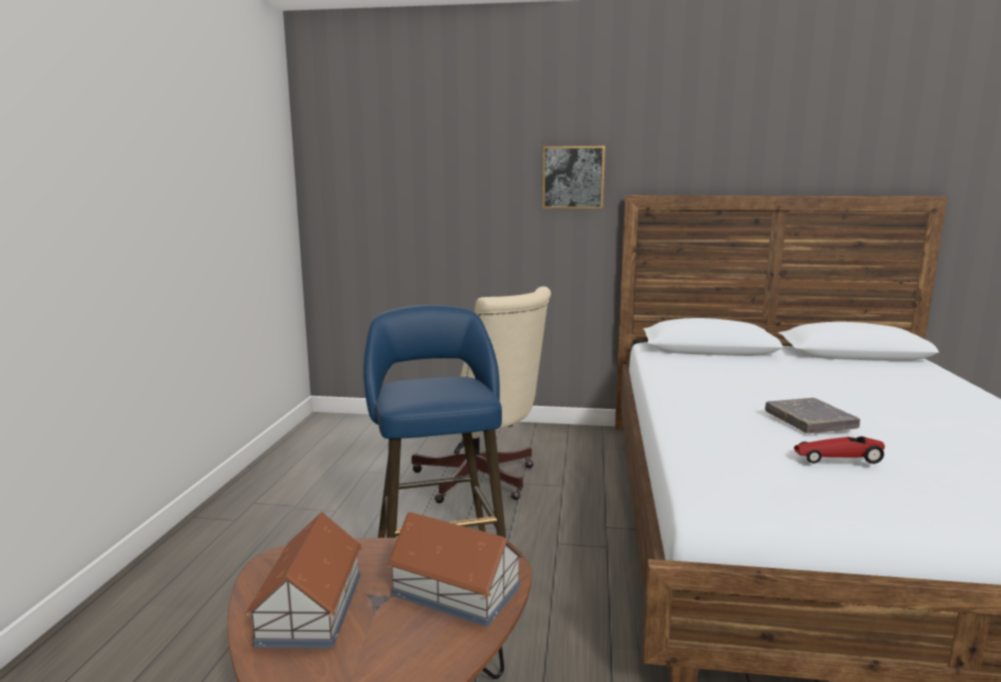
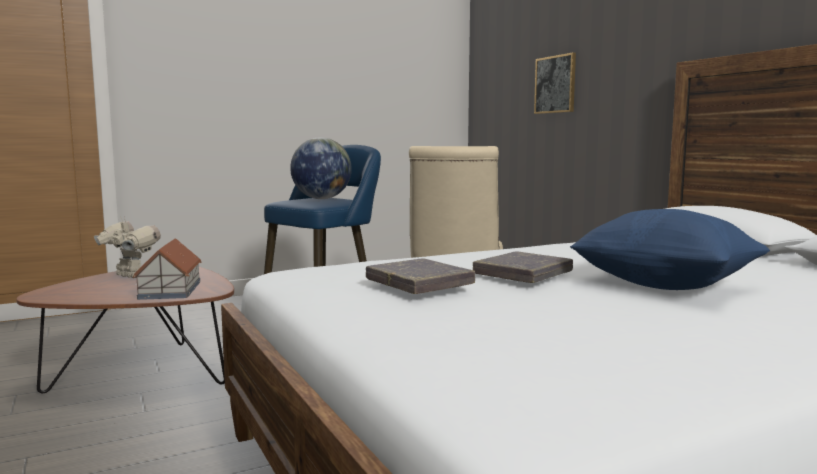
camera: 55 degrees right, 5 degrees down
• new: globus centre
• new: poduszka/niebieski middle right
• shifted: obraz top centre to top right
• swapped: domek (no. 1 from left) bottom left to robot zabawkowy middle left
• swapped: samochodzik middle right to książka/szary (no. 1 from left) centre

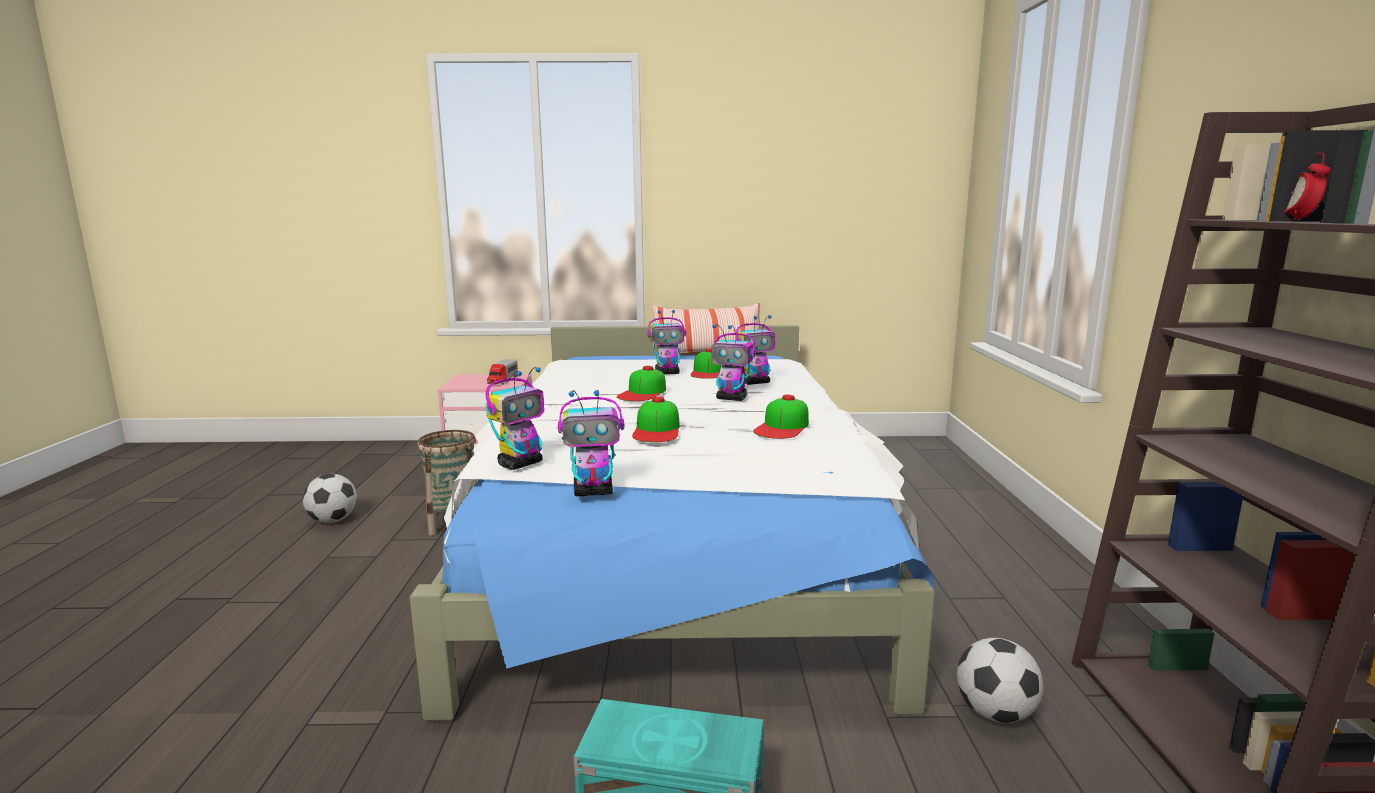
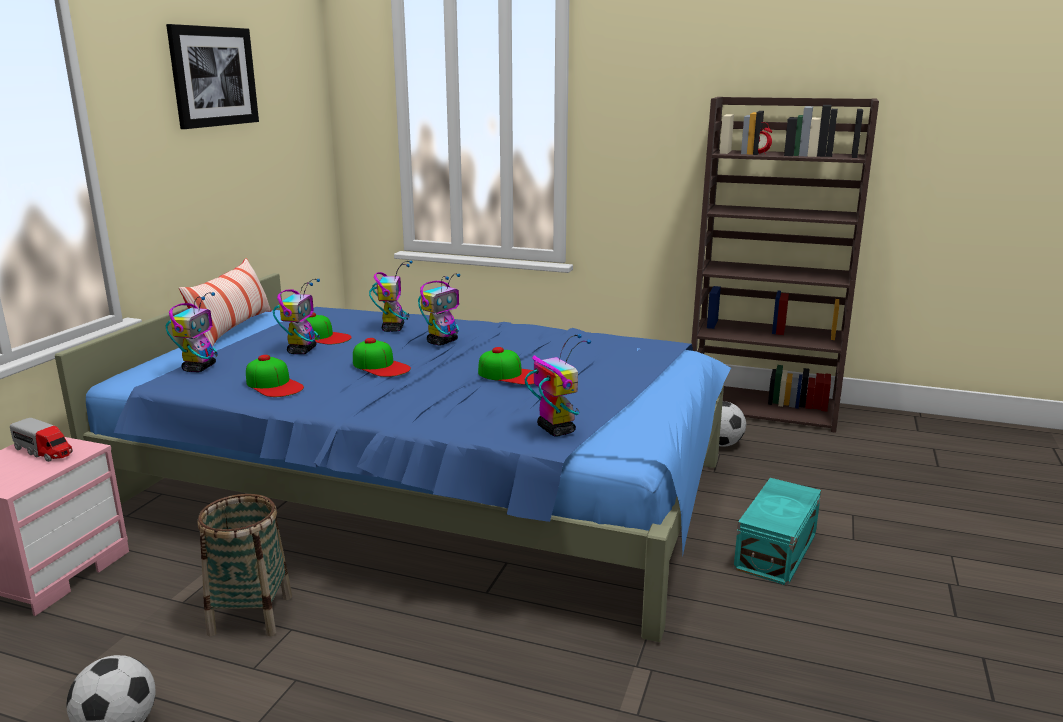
camera: 70 degrees left, 5 degrees up
• new: obraz top left
• shifted: robot zabawkowy (no. 2 from left in the first image) centre to robot zabawkowy (no. 1 from left) middle left
• shifted: czapka z daszkiem (no. 4 from left in the first image) centre to czapka z daszkiem (no. 1 from left) middle left
• repainted: łóżko/biały centre to łóżko/niebieski centre

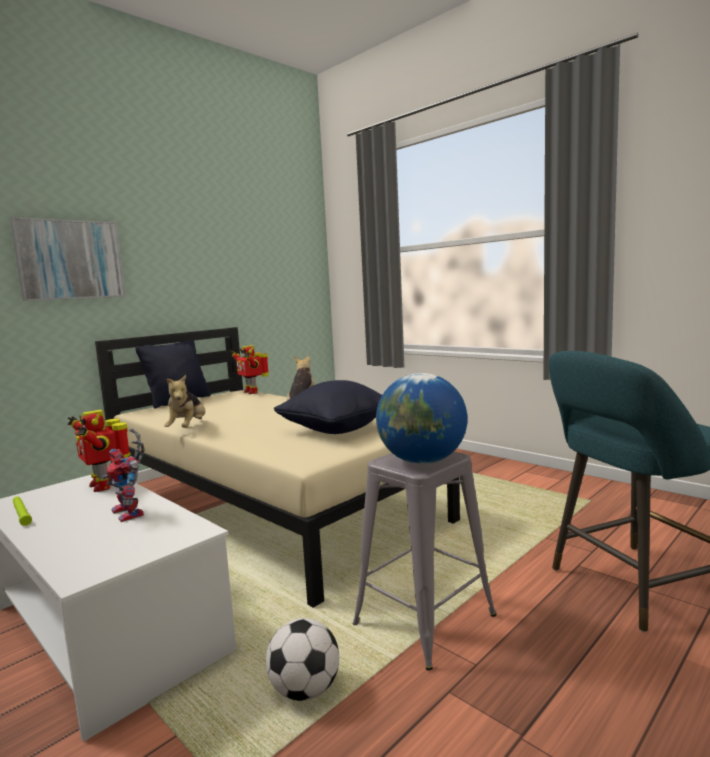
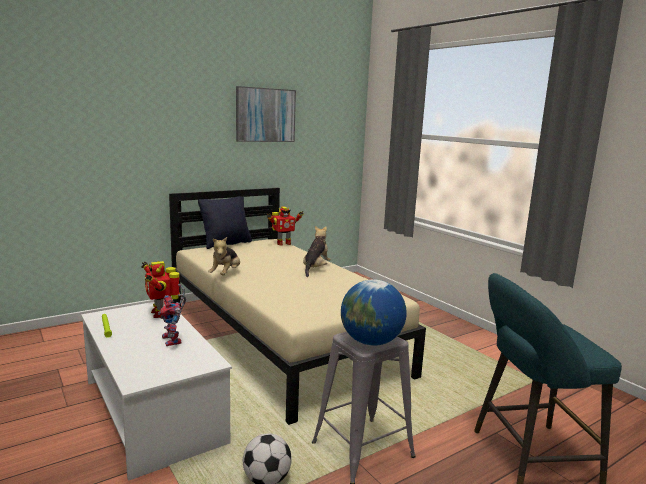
camera: 10 degrees right, 5 degrees up
• gone: poduszka/czarny (no. 2 from left) centre
• shifted: obraz middle left to top centre
• rotated: robot zabawkowy (no. 3 from left) centre = centre 90 degrees counterclockwise

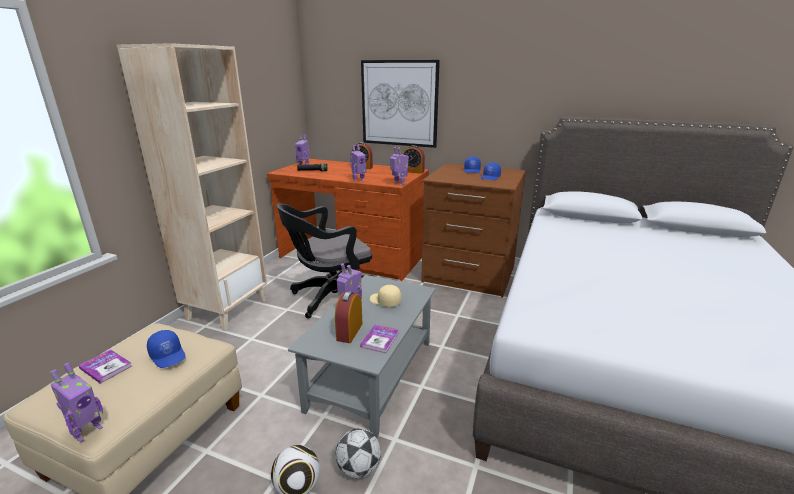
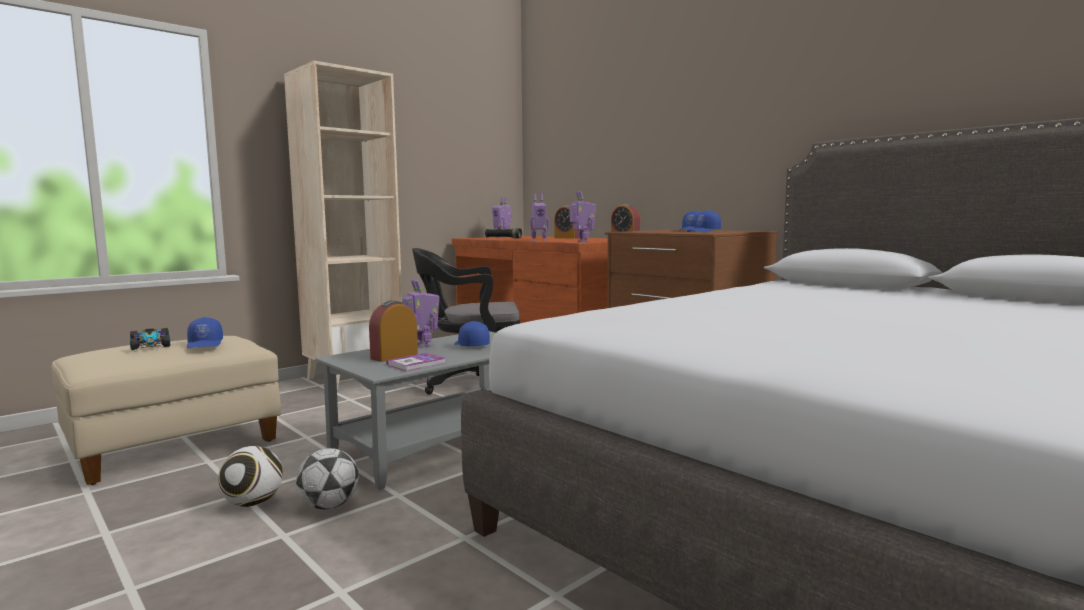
camera: 25 degrees right, 15 degrees down
• gone: robot zabawkowy (no. 1 from left) bottom left
• gone: obraz top centre
• swapped: książka (no. 1 from left) bottom left to samochodzik middle left
• repainted: czapka z daszkiem/beżowy centre to czapka z daszkiem/niebieski (no. 2 from left) centre

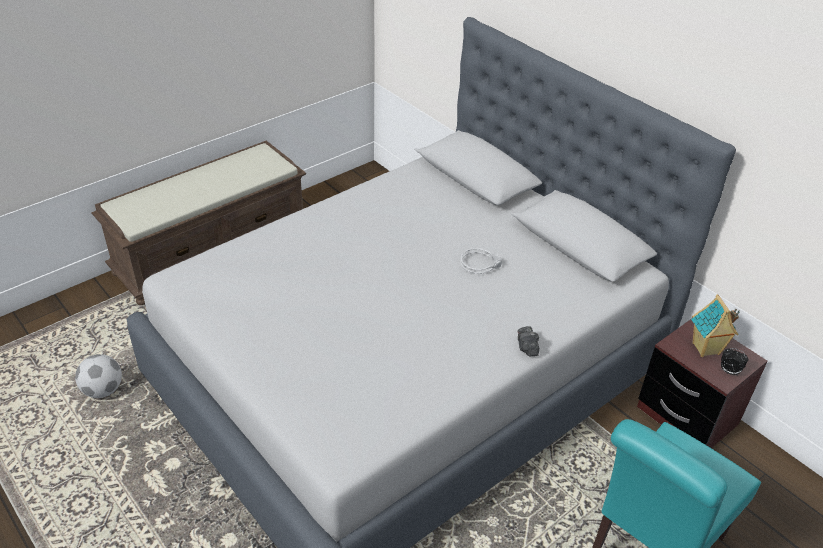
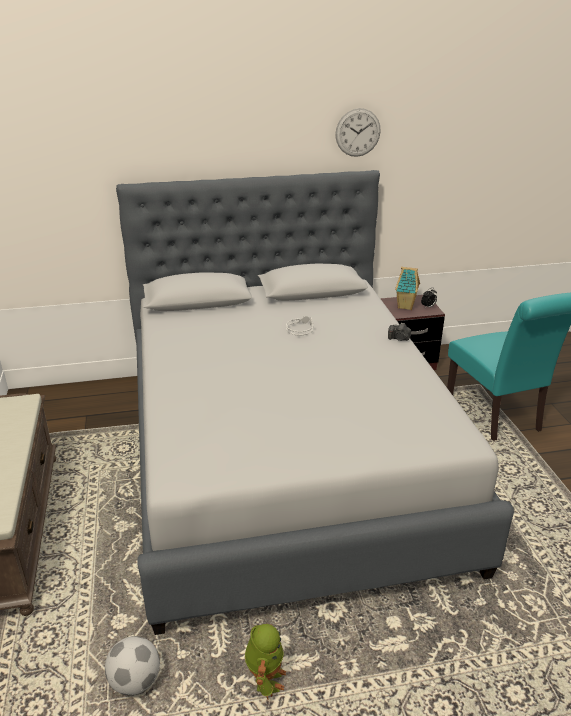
camera: 60 degrees left, 10 degrees down
• new: robot zabawkowy bottom centre
• new: zegar ścienny top centre

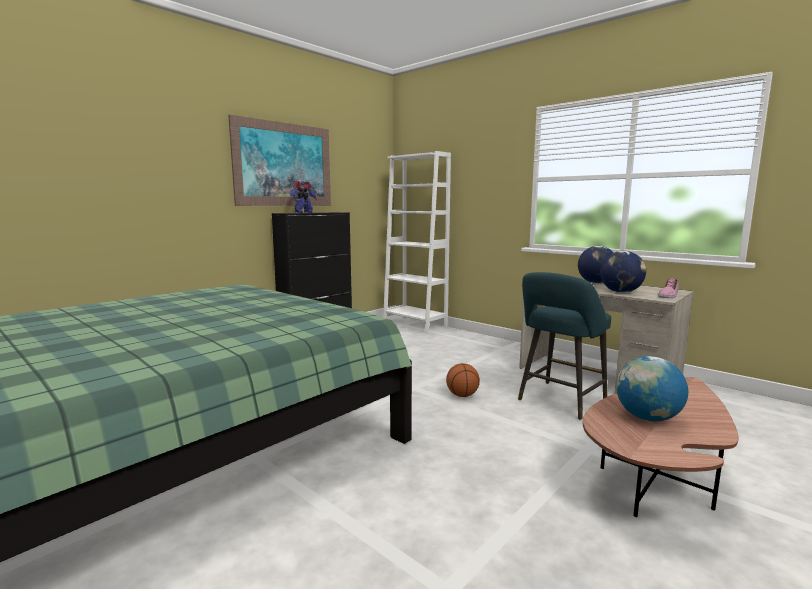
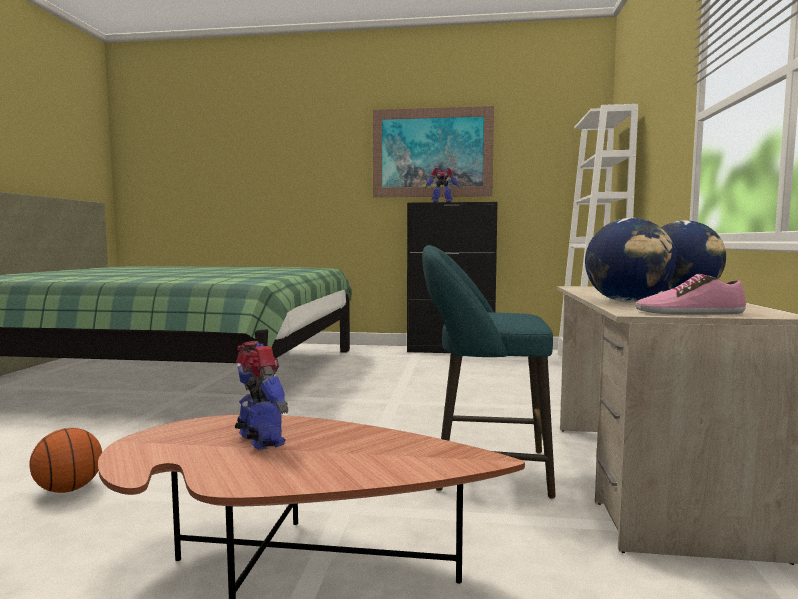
camera: 55 degrees right, 5 degrees down
• shifted: piłka do koszykówki centre to bottom left
• swapped: globus (no. 3 from left) middle right to robot zabawkowy (no. 1 from left) middle left

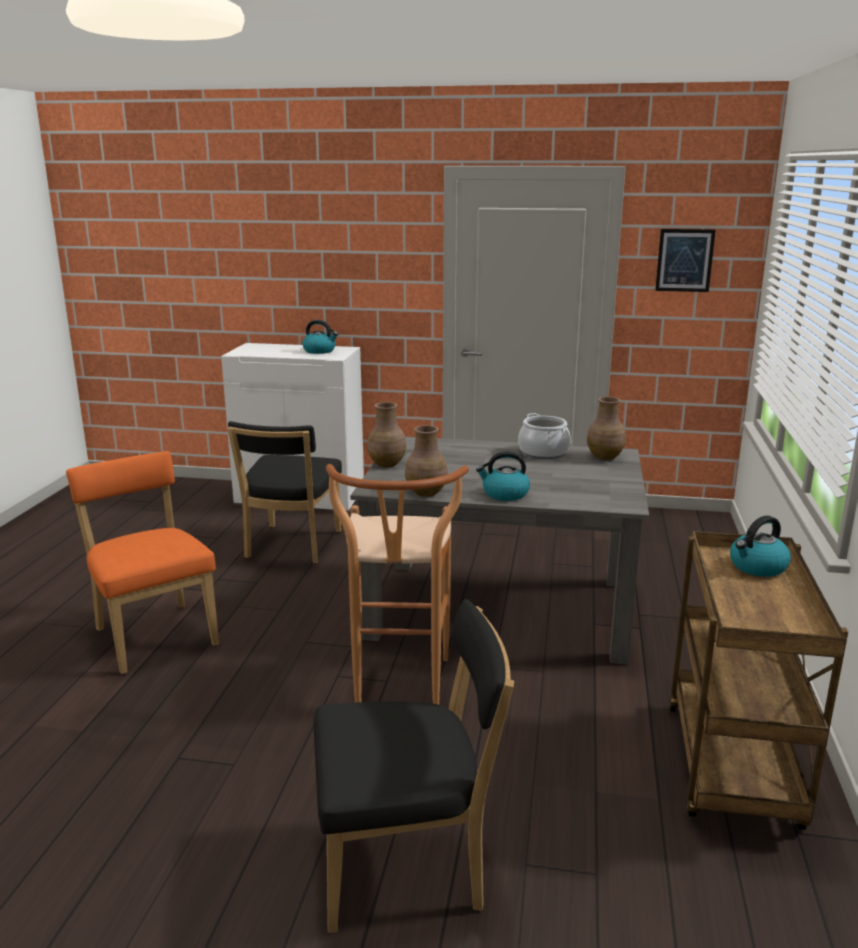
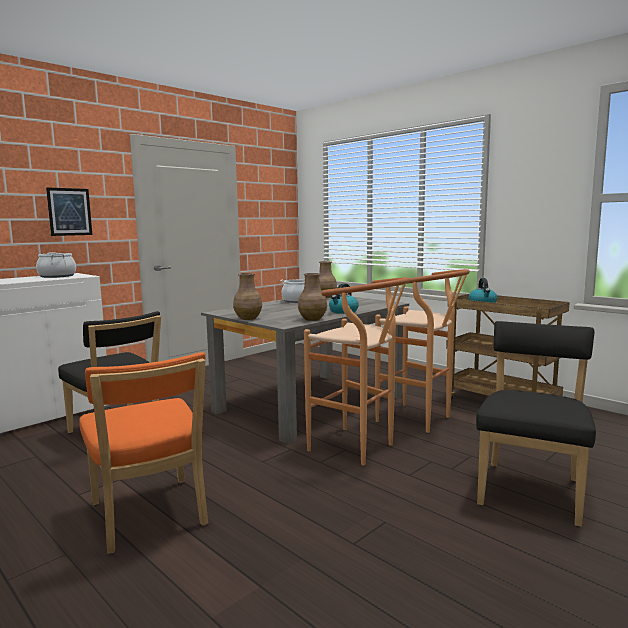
camera: 55 degrees left, 10 degrees down
• new: stołek/brązowy (no. 2 from left) middle right
• shifted: obraz top right to middle left
• swapped: czajnik (no. 1 from left) centre to garnek (no. 1 from left) middle left
• rotated: krzesło/pomarańczowy middle left = bottom left 120 degrees counterclockwise

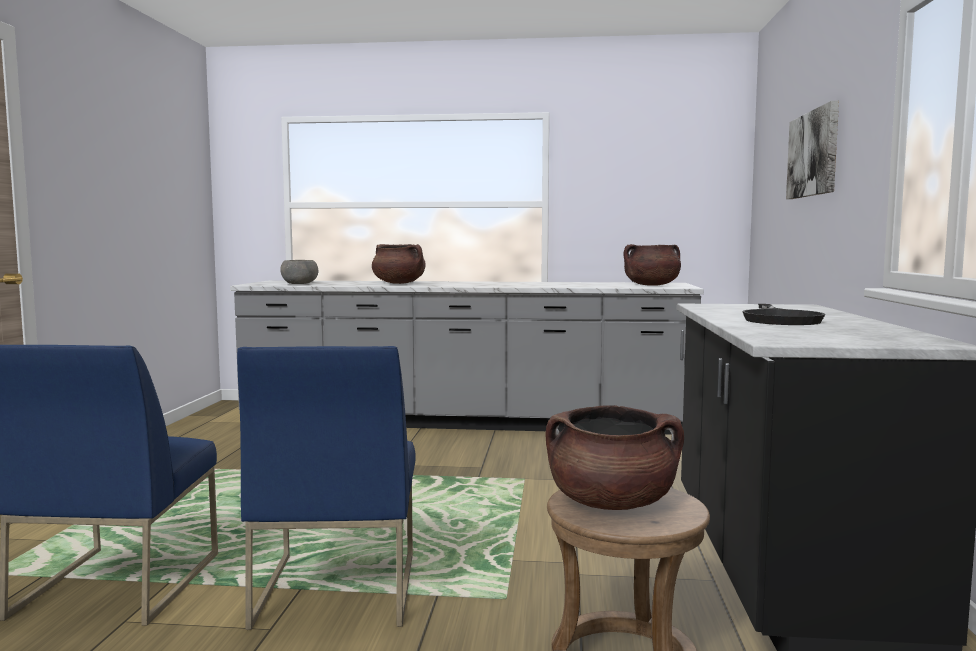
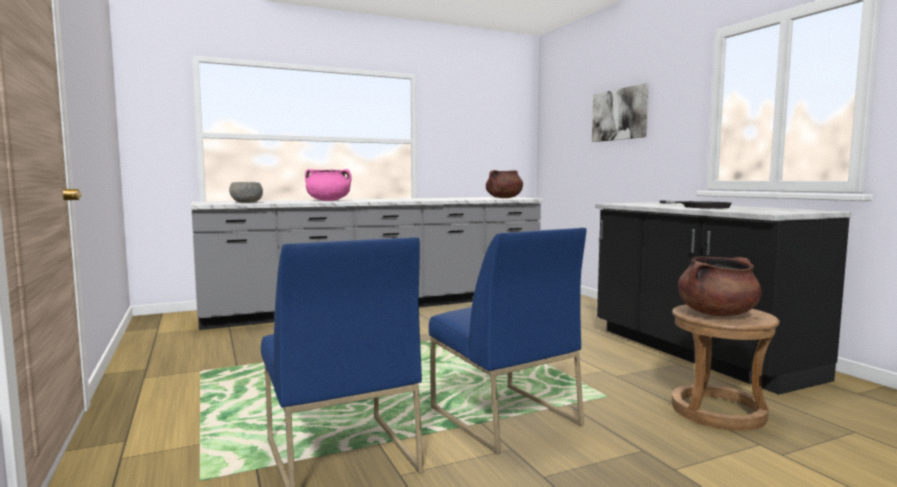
camera: 30 degrees left, 0 degrees up
• repainted: garnek/brązowy (no. 1 from left) centre to garnek/różowy centre

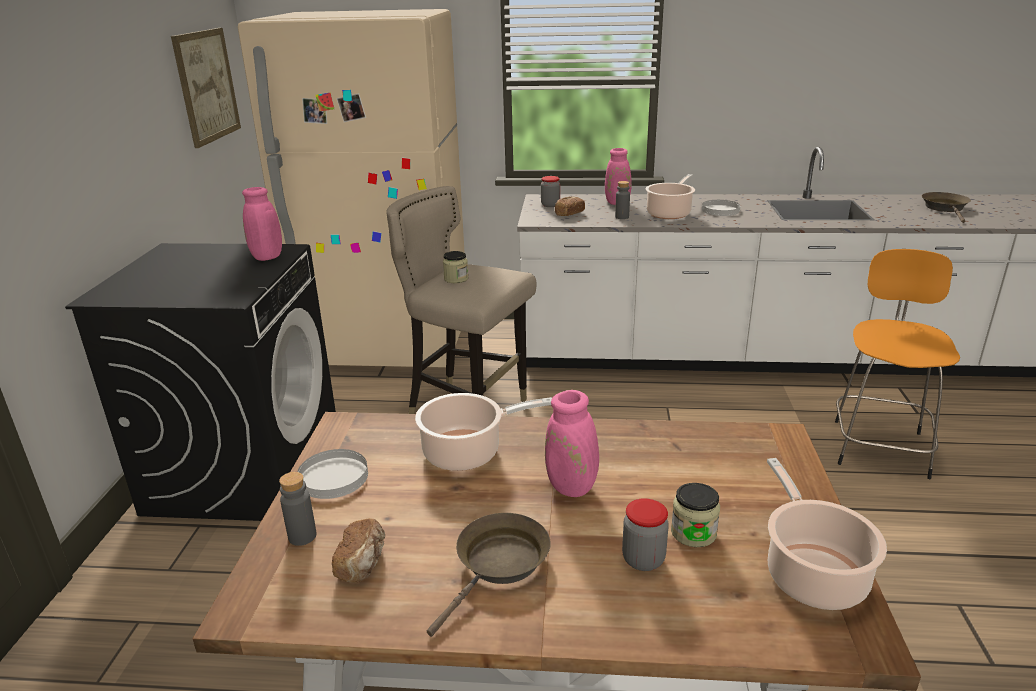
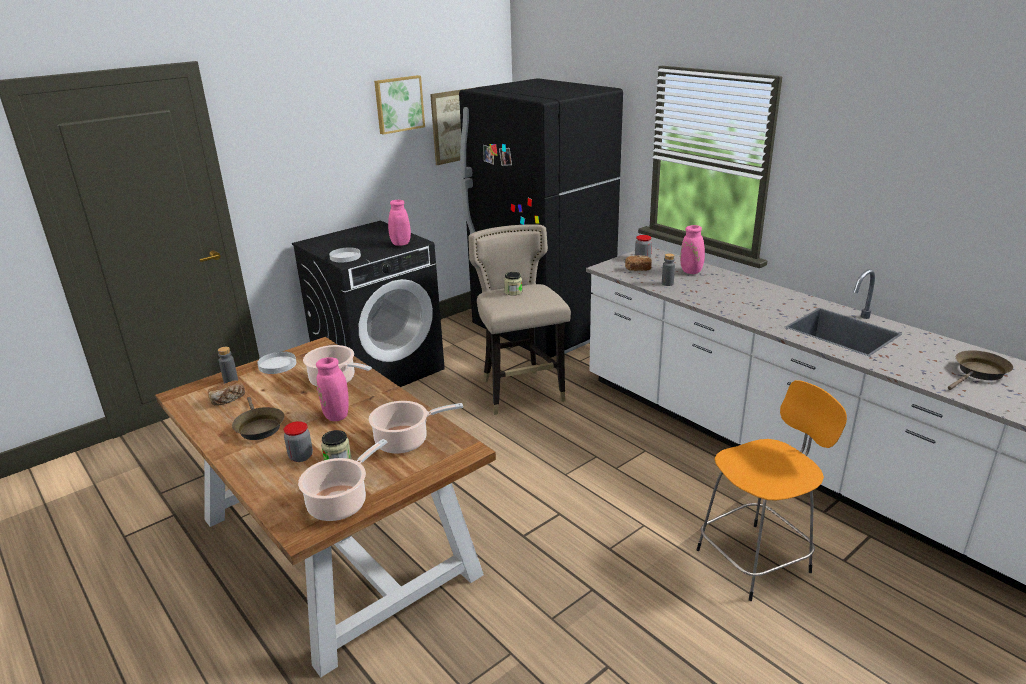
camera: 45 degrees right, 0 degrees up
• new: obraz (no. 1 from left) top centre
• shifted: garnek (no. 2 from left in the first image) top centre to garnek (no. 3 from left) centre
• shifted: talerz/biały (no. 2 from left) top right to centre
• repainted: lodówka/beżowy top centre to lodówka/czarny top centre
• rotated: patelnia/brązowy (no. 1 from left) bottom centre = middle left 75 degrees clockwise

